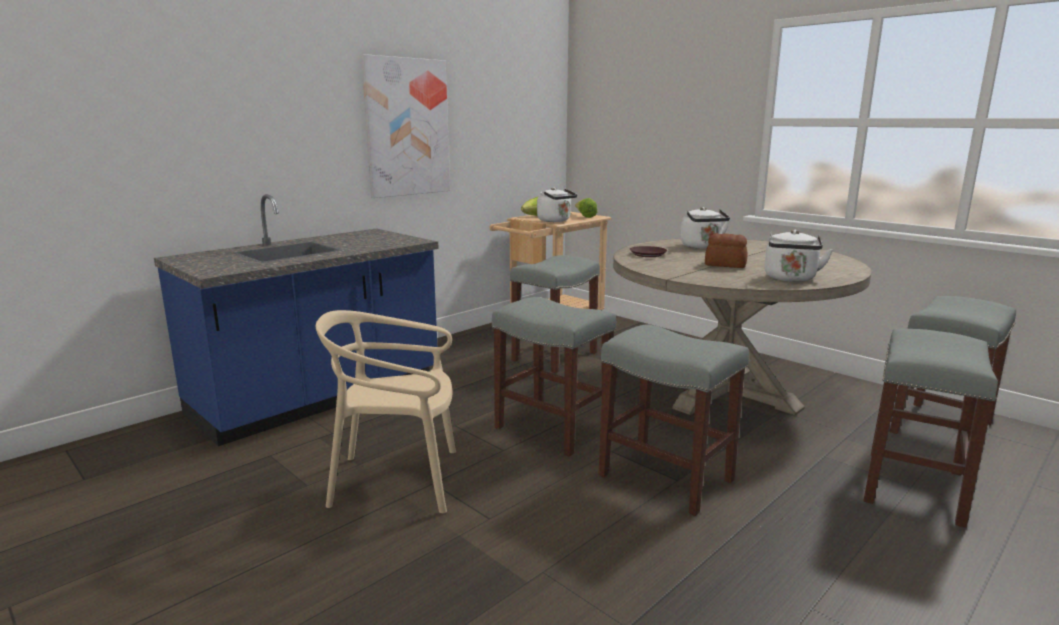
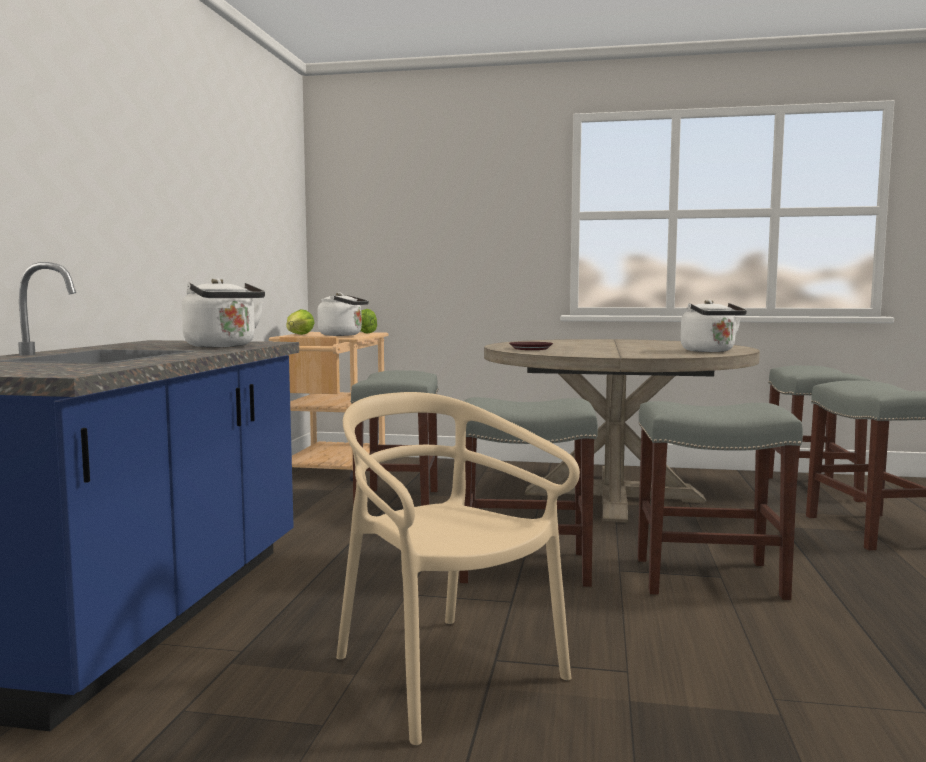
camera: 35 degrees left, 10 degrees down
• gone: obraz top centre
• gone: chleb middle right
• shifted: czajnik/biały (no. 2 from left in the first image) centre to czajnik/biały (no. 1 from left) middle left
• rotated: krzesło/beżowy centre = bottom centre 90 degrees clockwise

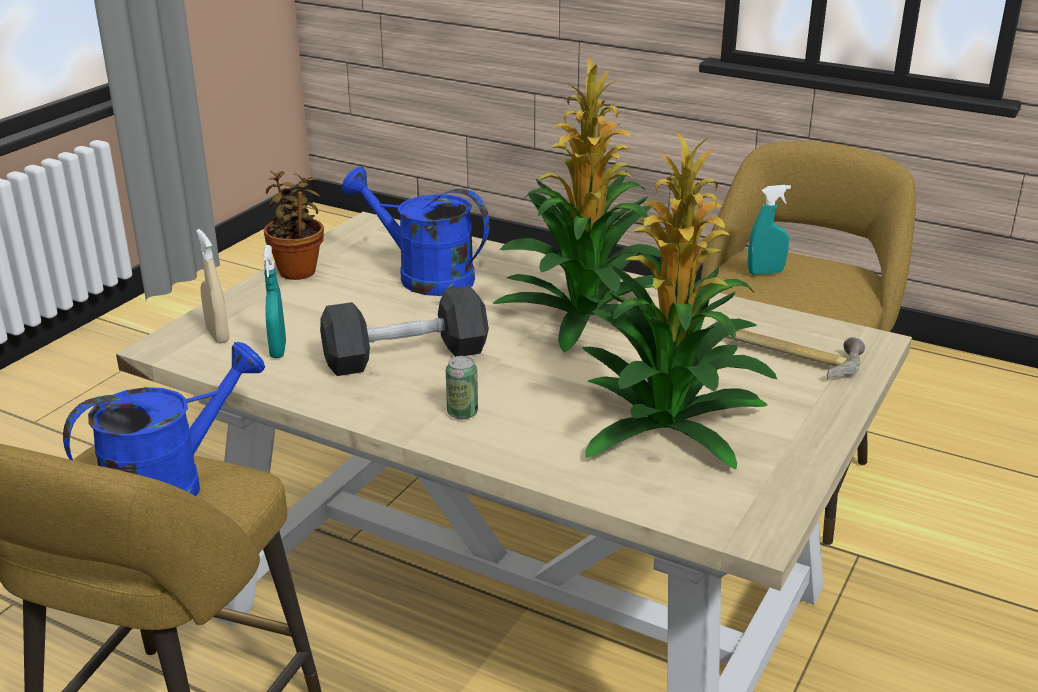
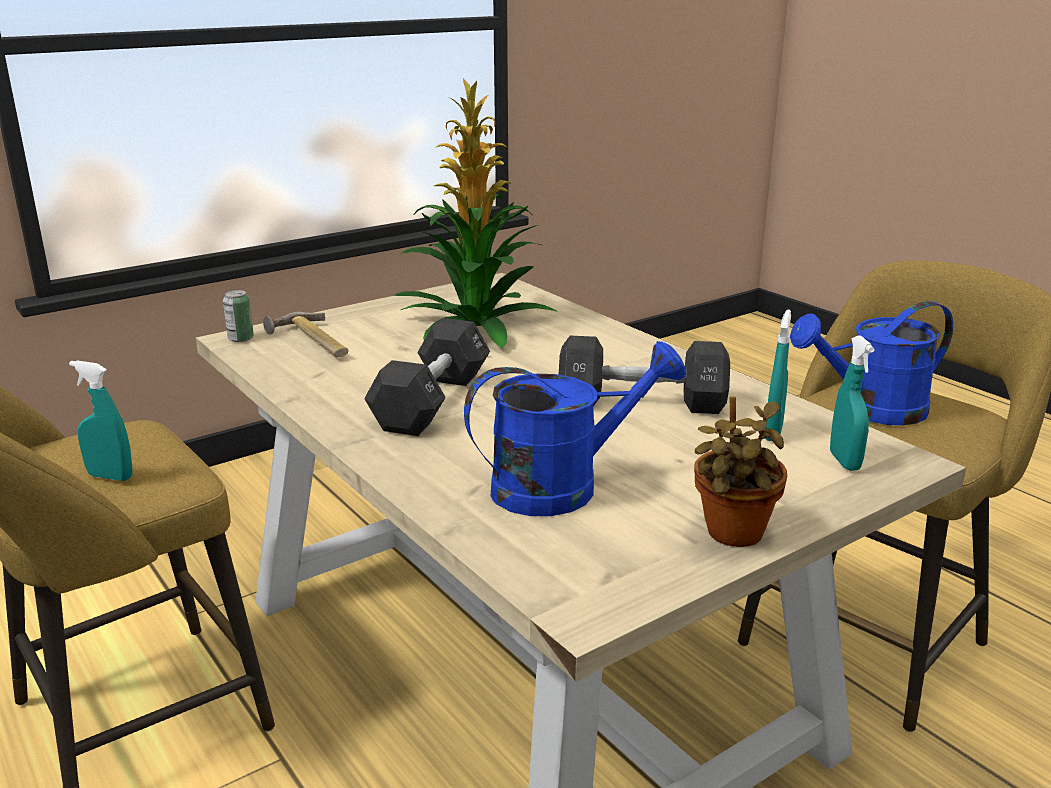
camera: 155 degrees left, 5 degrees down
• shifted: puszka centre to middle left
• swapped: roślina doniczkowa (no. 2 from left) top centre to hantel/czarny (no. 1 from left) centre
• repainted: spryskiwacz/beżowy middle left to spryskiwacz/turkusowy (no. 3 from left) middle right
• rotated: konewka/niebieski (no. 2 from left in the first image) centre = centre 75 degrees counterclockwise

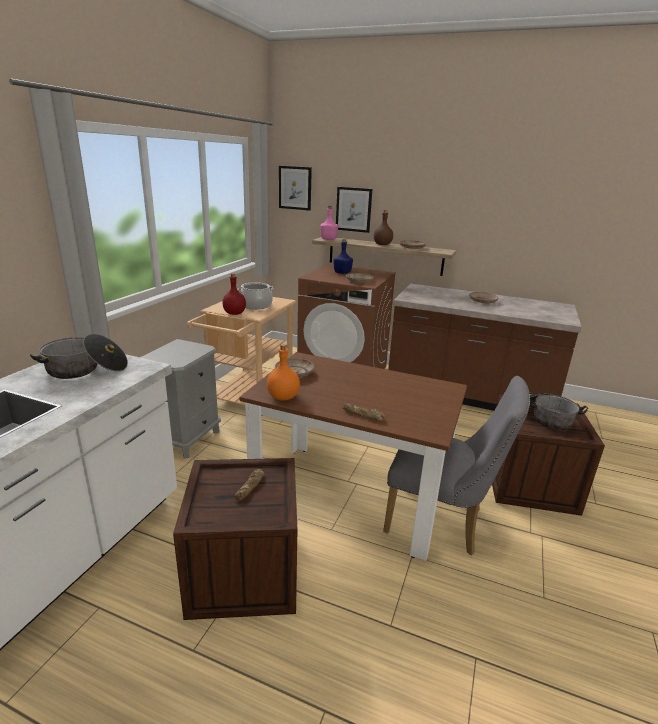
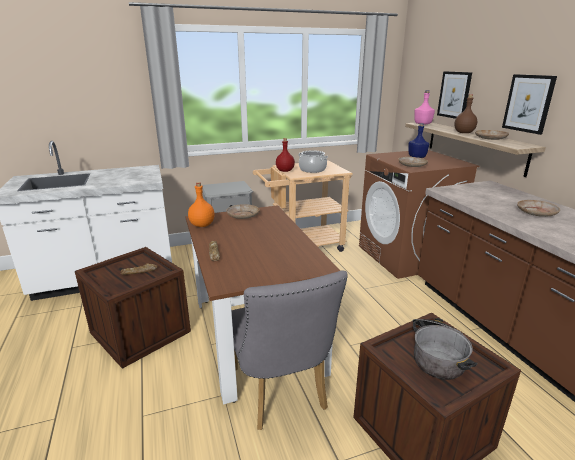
camera: 50 degrees right, 0 degrees up
• gone: garnek (no. 1 from left) middle left
• shifted: obraz (no. 1 from left in the first image) top centre to obraz (no. 2 from left) top right

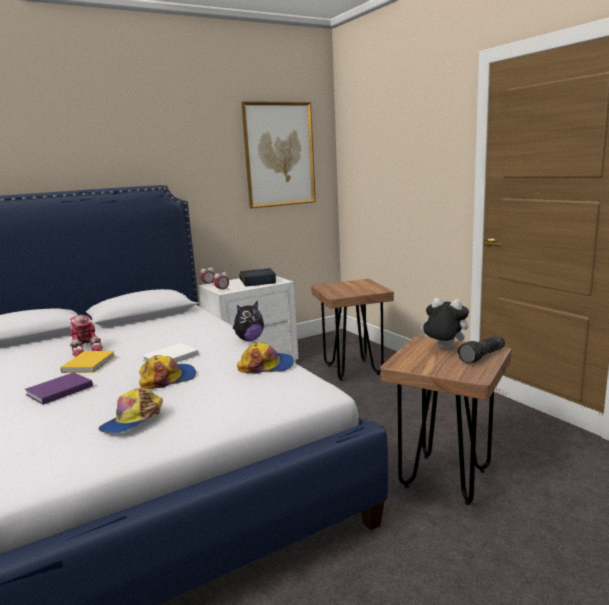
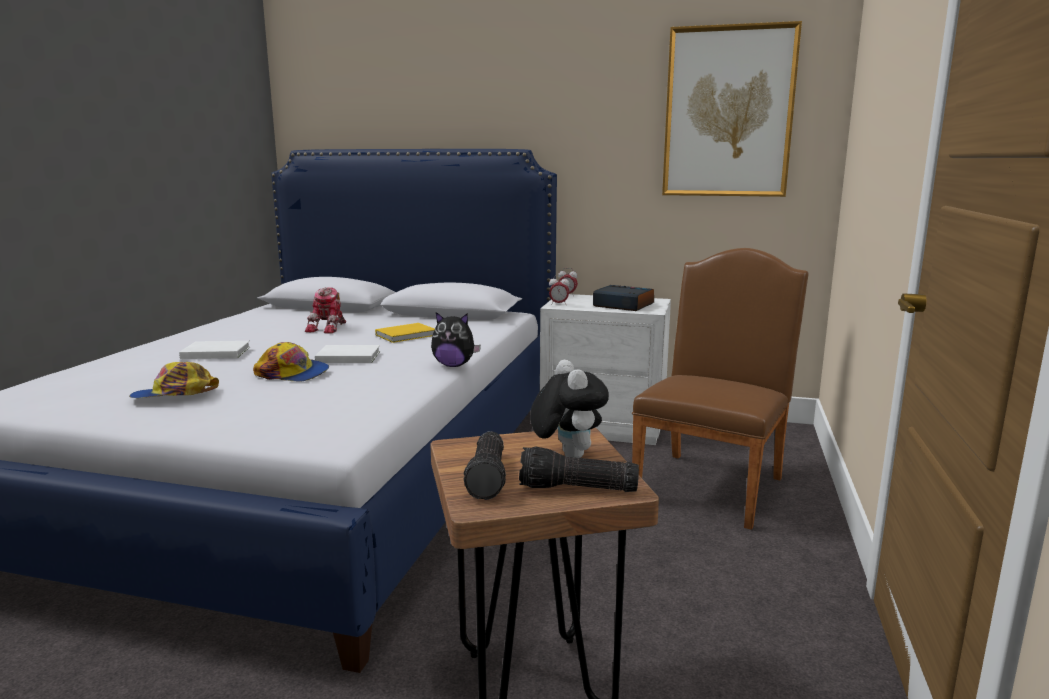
camera: 45 degrees right, 0 degrees up
• gone: czapka z daszkiem (no. 3 from left) centre
• new: latarka (no. 1 from left) centre
• shifted: książka/żółty middle left to centre
• swapped: stołek/brązowy (no. 1 from left) centre to krzesło/brązowy middle right
• repainted: książka/fioletowy middle left to książka/biały (no. 1 from left) middle left

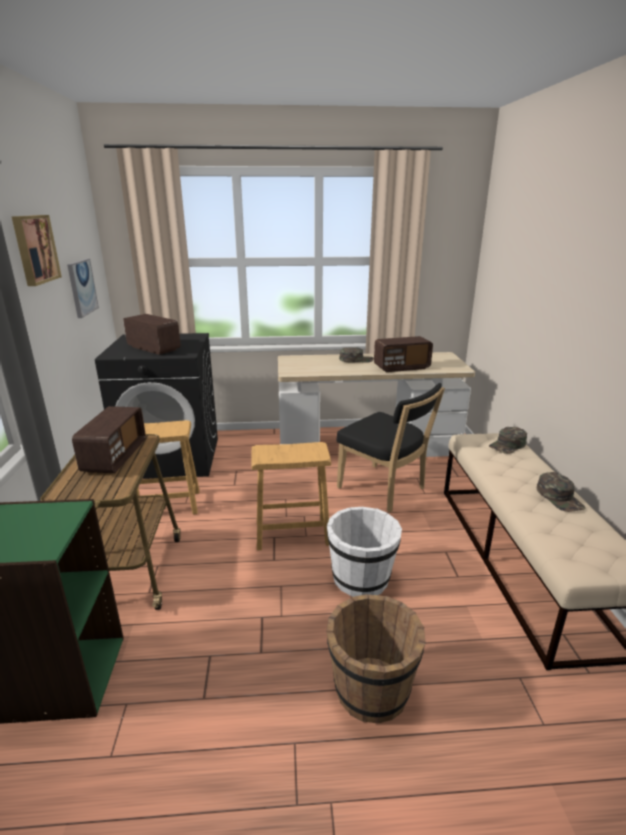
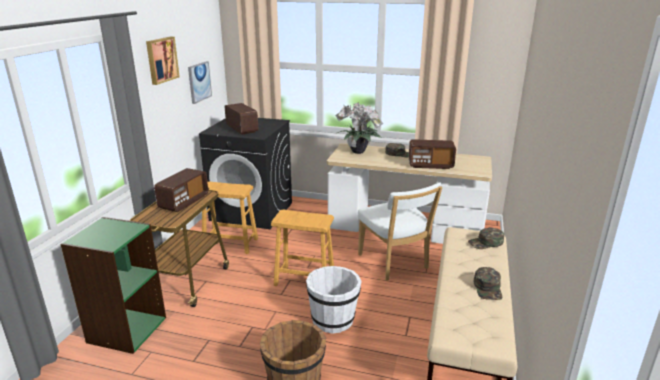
camera: 20 degrees right, 0 degrees up
• new: roślina doniczkowa centre
• repainted: krzesło/czarny centre to krzesło/biały centre

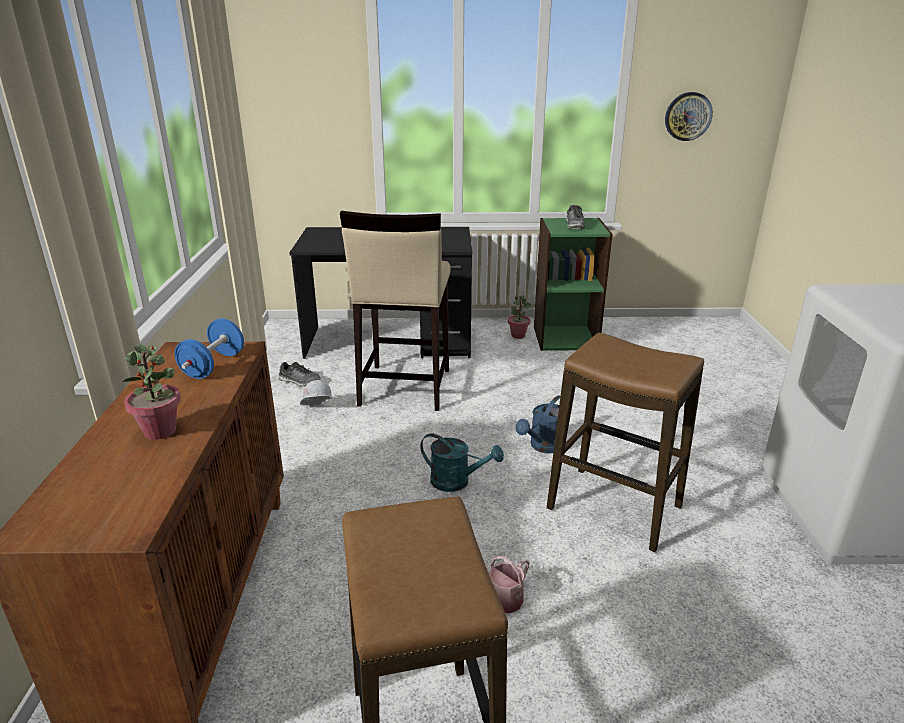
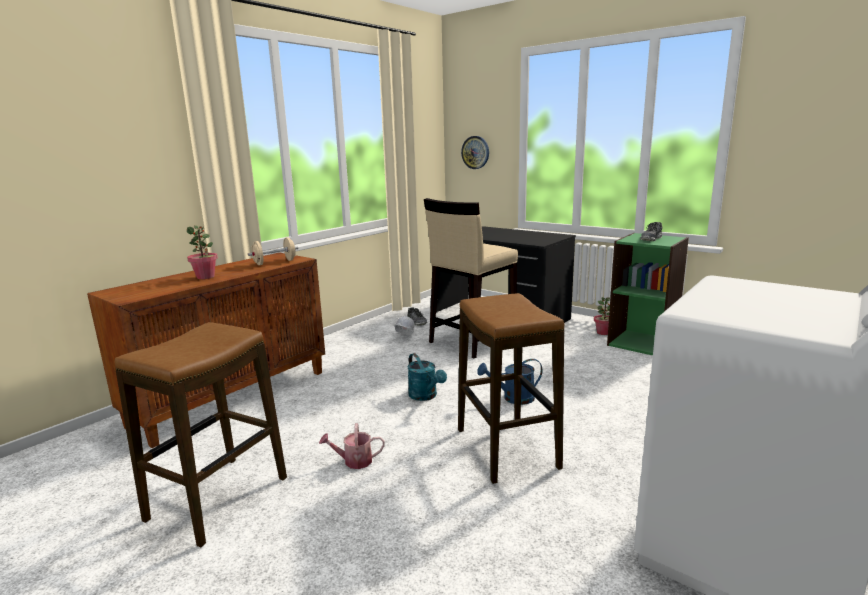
camera: 40 degrees right, 10 degrees down
• shifted: zegar ścienny top right to top centre
• repainted: hantel/niebieski middle left to hantel/beżowy middle left

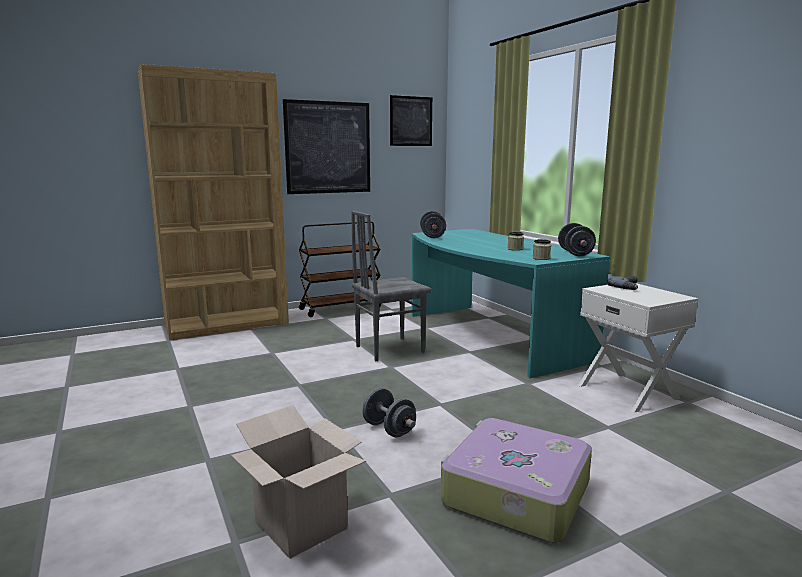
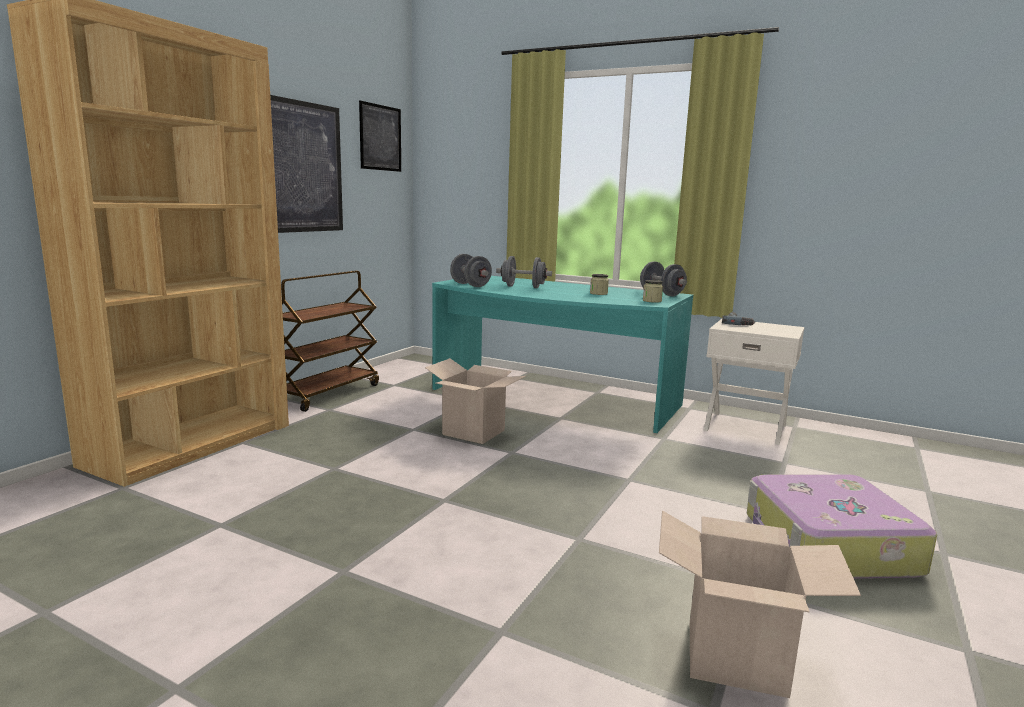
camera: 35 degrees left, 0 degrees up
• shifted: hantel/szary (no. 1 from left in the first image) bottom centre to hantel/szary (no. 2 from left) centre
• swapped: krzesło/szary centre to karton (no. 1 from left) centre

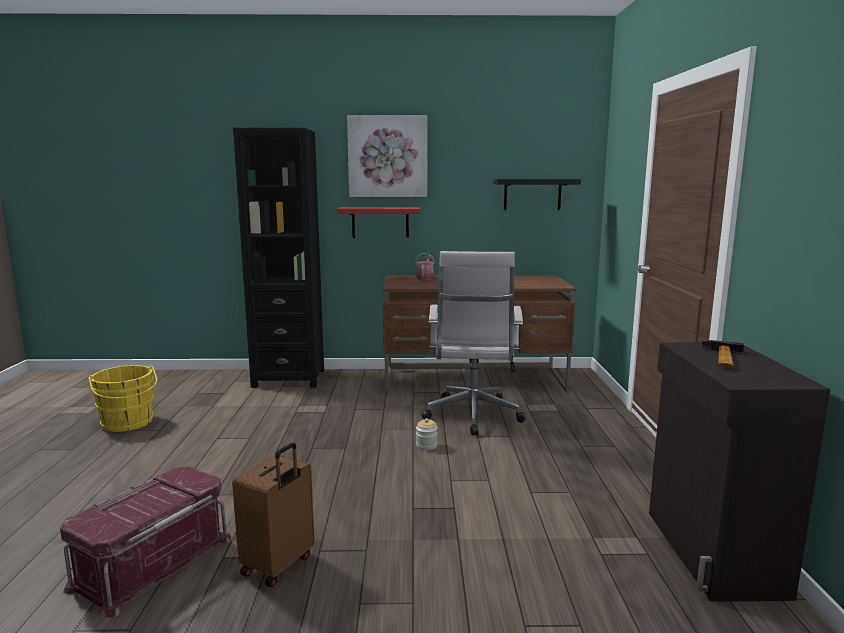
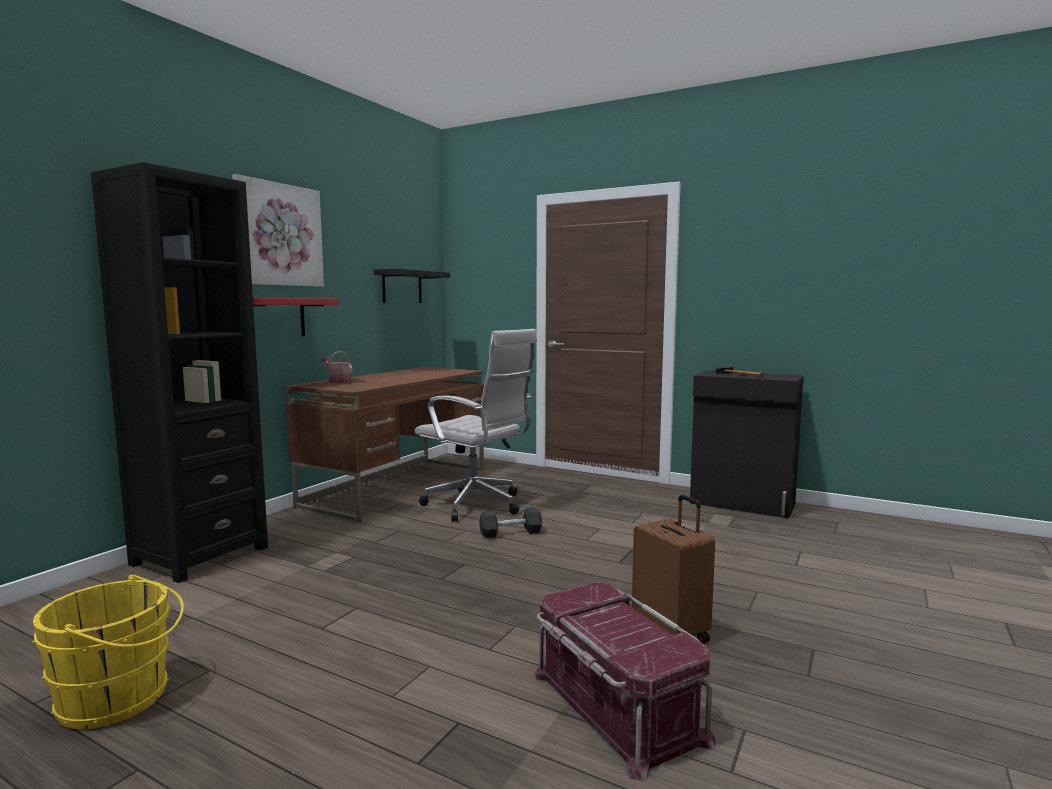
camera: 60 degrees left, 5 degrees down
• swapped: słoik bottom centre to hantel/czarny centre

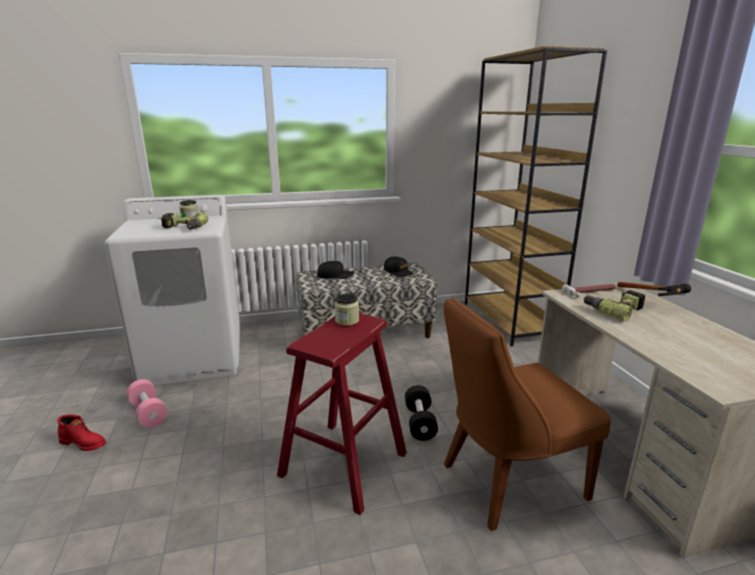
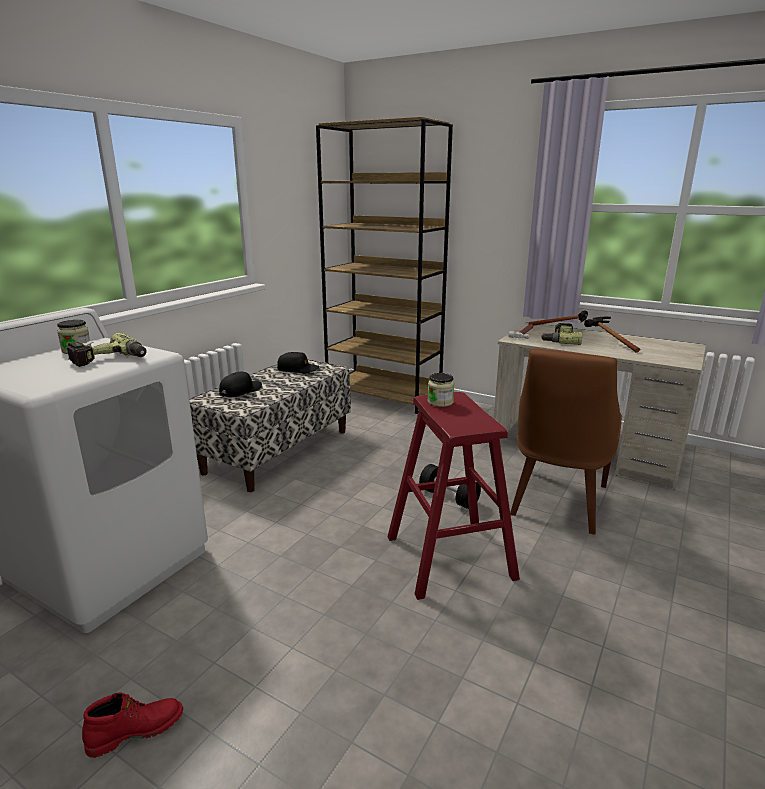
camera: 45 degrees left, 0 degrees up
• gone: hantel/różowy bottom left
• new: młotek (no. 3 from left) middle right

